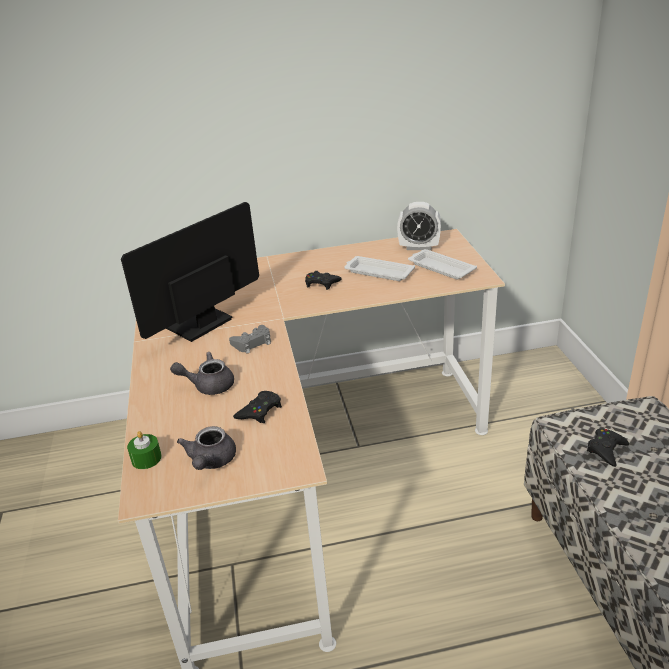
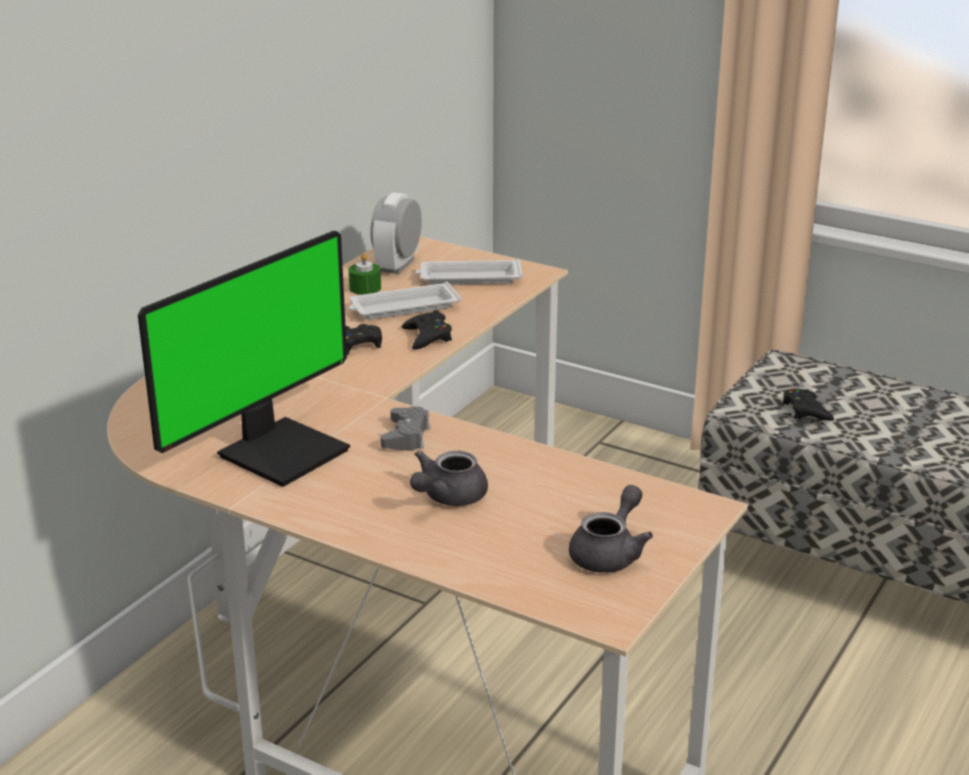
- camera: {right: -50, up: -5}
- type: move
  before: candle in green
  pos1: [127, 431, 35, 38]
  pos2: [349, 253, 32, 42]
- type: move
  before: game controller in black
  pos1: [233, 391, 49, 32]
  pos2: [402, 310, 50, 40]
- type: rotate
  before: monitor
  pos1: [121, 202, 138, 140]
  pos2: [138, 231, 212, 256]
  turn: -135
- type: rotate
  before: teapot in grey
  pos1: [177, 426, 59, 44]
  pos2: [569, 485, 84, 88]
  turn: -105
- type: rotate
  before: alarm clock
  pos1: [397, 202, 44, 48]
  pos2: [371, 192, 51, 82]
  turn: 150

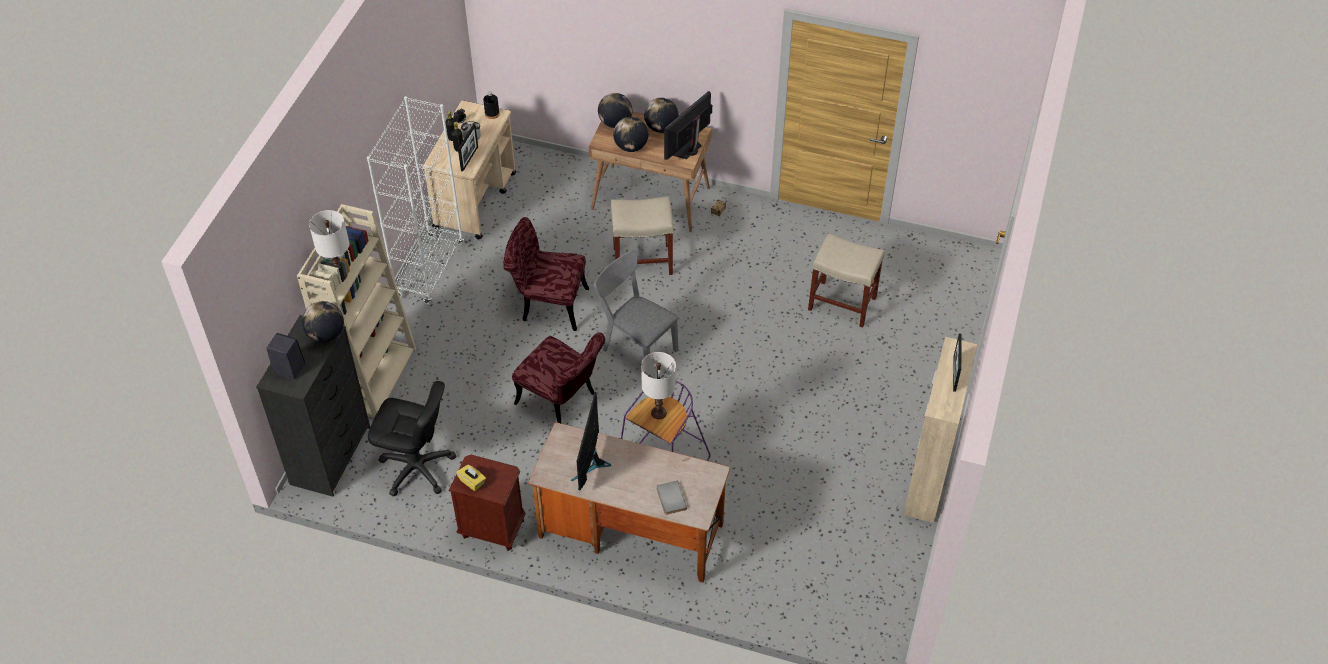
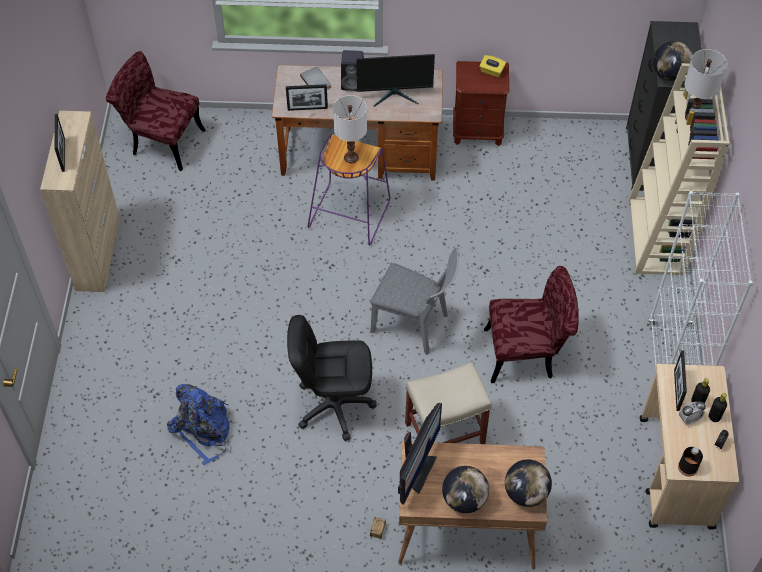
- camera: {right: 165, up: 5}
- type: delete
  before: globe
  pos1: [613, 117, 35, 35]
- type: insert
  after: picture frame
  pos2: [286, 84, 42, 27]
- type: move
  before: speaker in black
  pos1: [266, 333, 39, 46]
  pos2: [341, 50, 23, 41]
- type: move
  before: office chair in black
  pos1: [368, 381, 88, 116]
  pos2: [287, 315, 90, 126]
- type: move
  before: chair in red
  pos1: [512, 332, 93, 92]
  pos2: [106, 51, 100, 120]
- type: replace
  before: stool in beige
  after: backpack in blue
  pos1: [808, 233, 77, 95]
  pos2: [167, 384, 62, 81]
- type: rotate
  before: monitor
  pos1: [570, 392, 41, 98]
  pos2: [356, 54, 79, 53]
  turn: 90

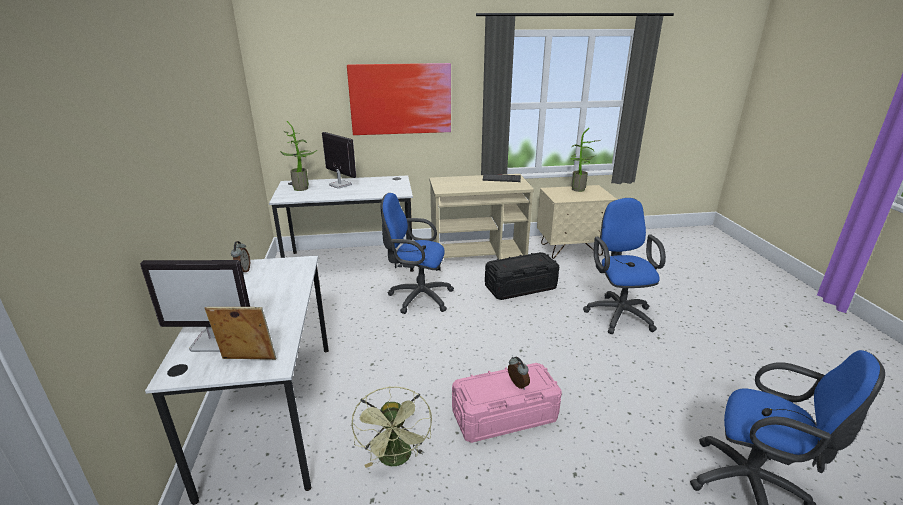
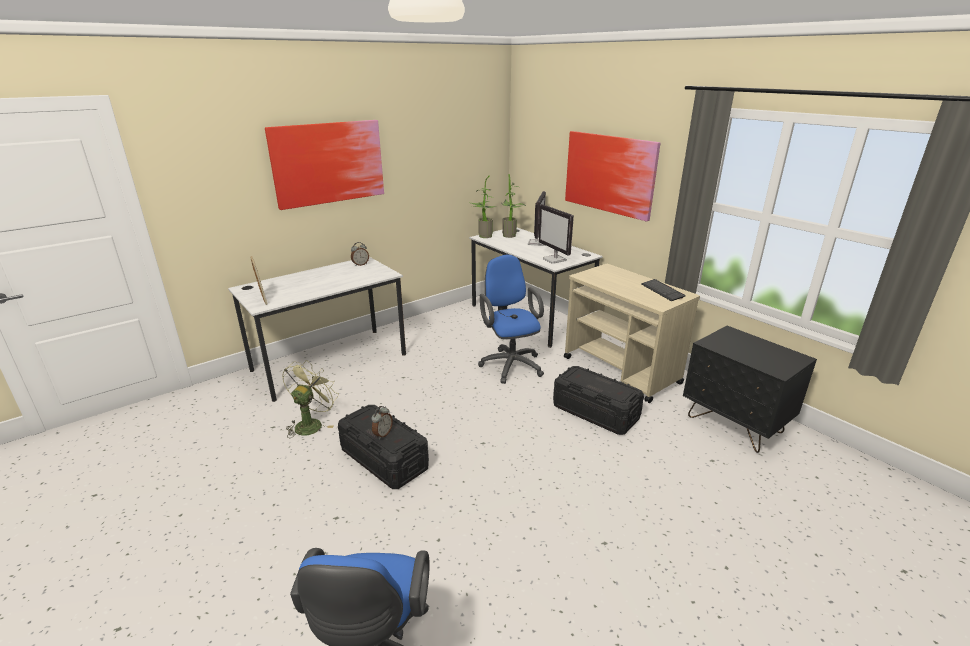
- camera: {right: 60, up: 0}
- type: delete
  before: office chair in blue
  pos1: [583, 198, 83, 136]
- type: insert
  after: picture
  pos2: [265, 120, 119, 90]
- type: move
  before: monitor
  pos1: [140, 260, 110, 92]
  pos2: [539, 204, 35, 60]
- type: move
  before: potted plant
  pos1: [571, 128, 30, 64]
  pos2: [468, 176, 29, 62]
- type: recolor
  before: storage box in pink
  after: storage box in black
  pos1: [452, 363, 110, 80]
  pos2: [338, 405, 91, 84]
- type: recolor
  before: nightstand in beige
  after: nightstand in black
  pos1: [537, 185, 81, 74]
  pos2: [683, 326, 134, 127]
- type: rotate
  before: fan in green
  pos1: [351, 387, 81, 81]
  pos2: [282, 360, 57, 78]
  turn: 150

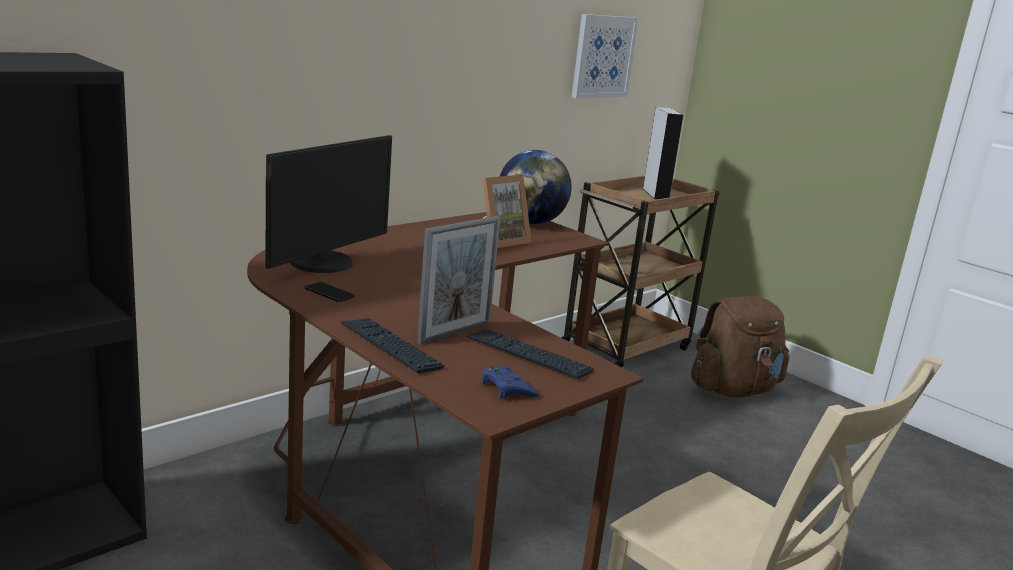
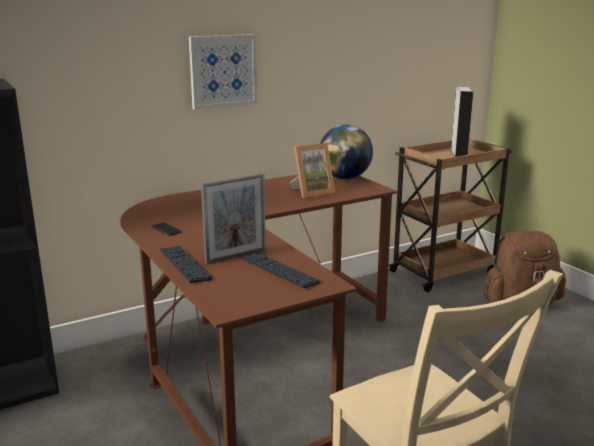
- camera: {right: 15, up: 0}
- type: delete
  before: monitor
  pos1: [265, 135, 127, 138]
- type: delete
  before: game controller in blue
  pos1: [481, 366, 58, 33]
- type: move
  before: picture
  pos1: [572, 14, 67, 84]
  pos2: [189, 34, 68, 76]

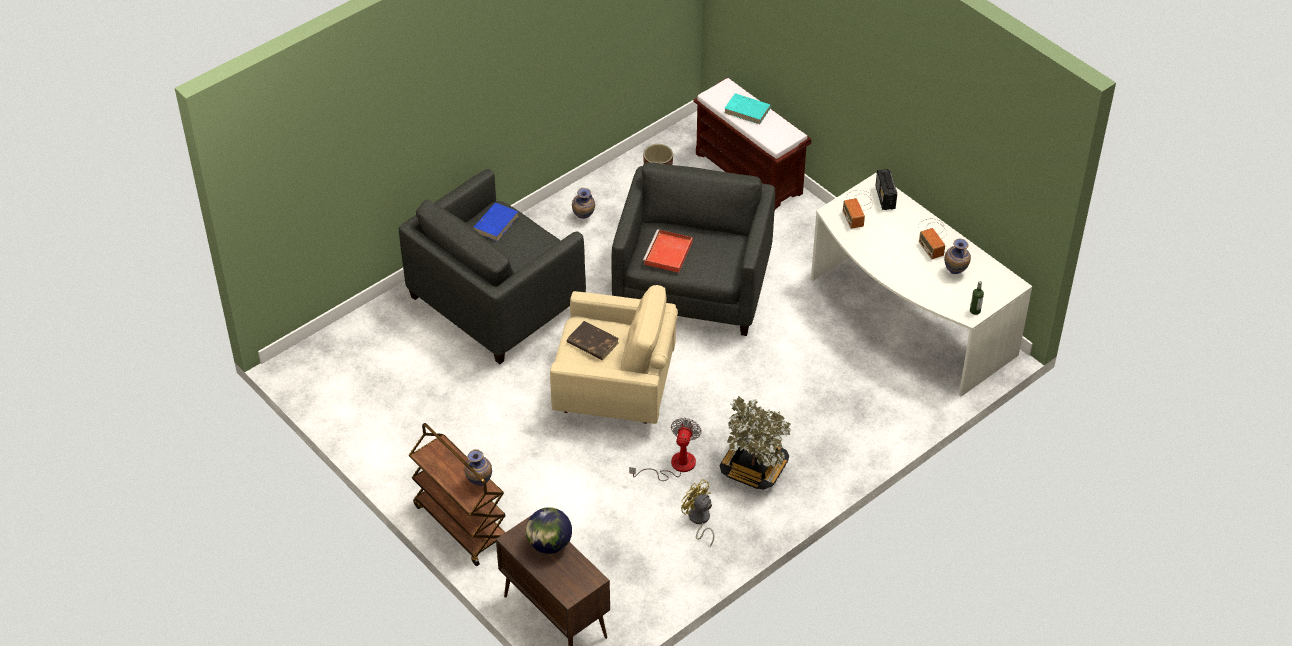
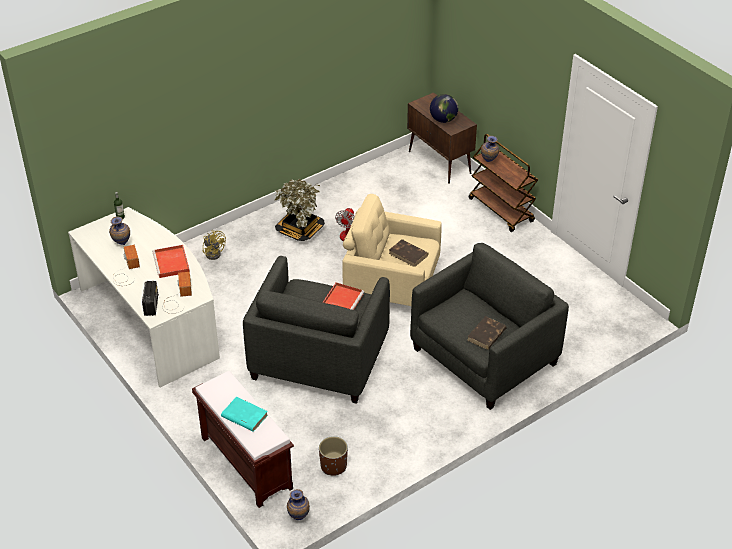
- camera: {right: -175, up: -5}
- type: insert
  after: tray in red
  pos2: [152, 245, 38, 33]
- type: move
  before: vase
  pos1: [572, 188, 23, 31]
  pos2: [287, 489, 23, 31]
- type: move
  before: fan in yellow
  pos1: [681, 479, 33, 68]
  pos2: [202, 230, 24, 30]
- type: recolor
  before: book in blue
  after: book in brown
  pos1: [473, 203, 45, 38]
  pos2: [467, 316, 40, 34]

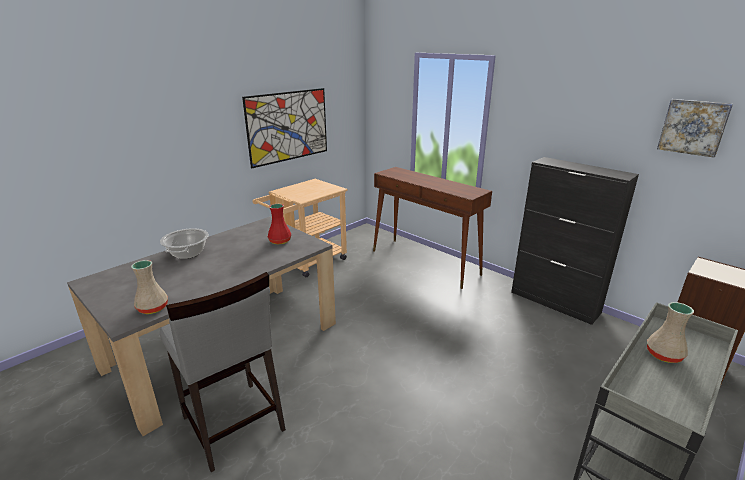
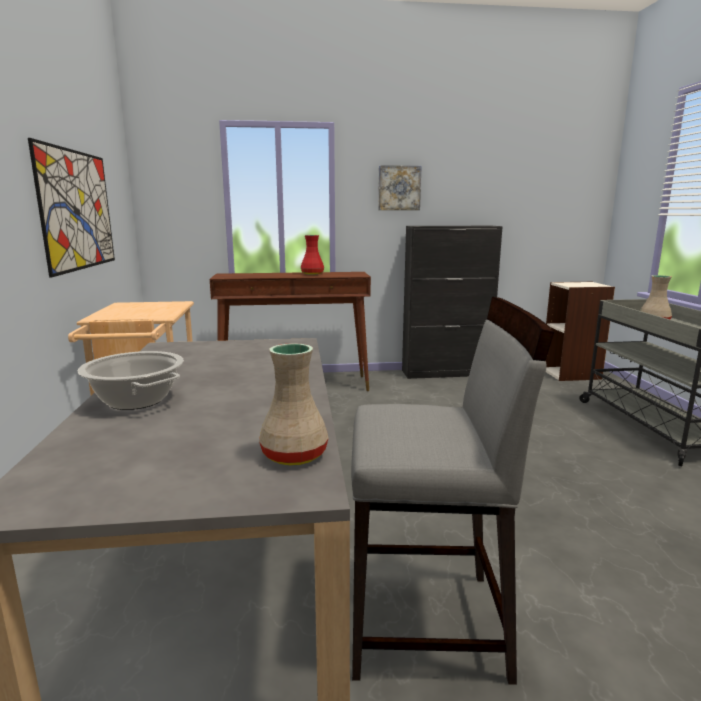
- camera: {right: -50, up: -10}
- type: move
  before: vase in red
  pos1: [268, 204, 23, 41]
  pos2: [301, 235, 23, 40]
- type: move
  before: picture
  pos1: [657, 99, 76, 59]
  pos2: [378, 165, 44, 45]

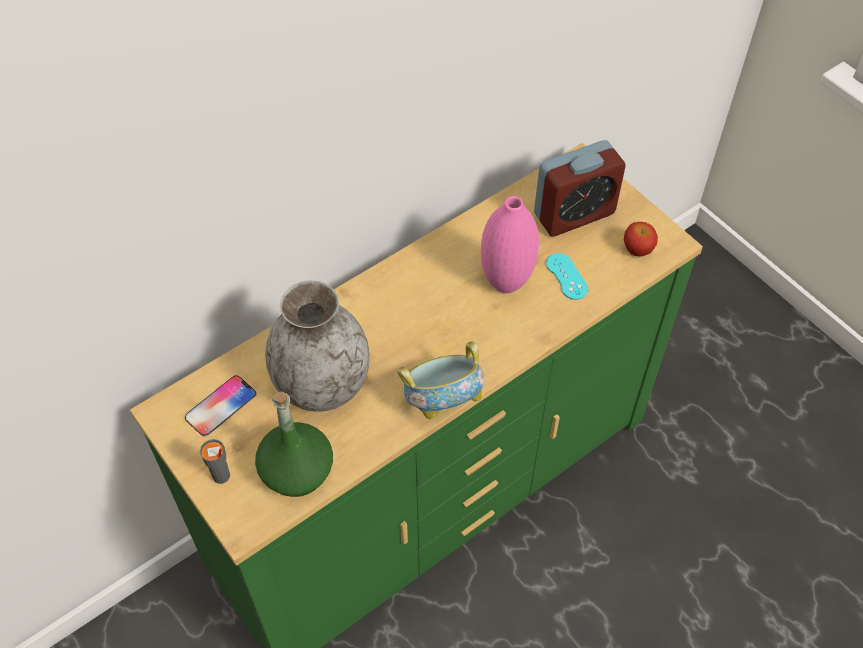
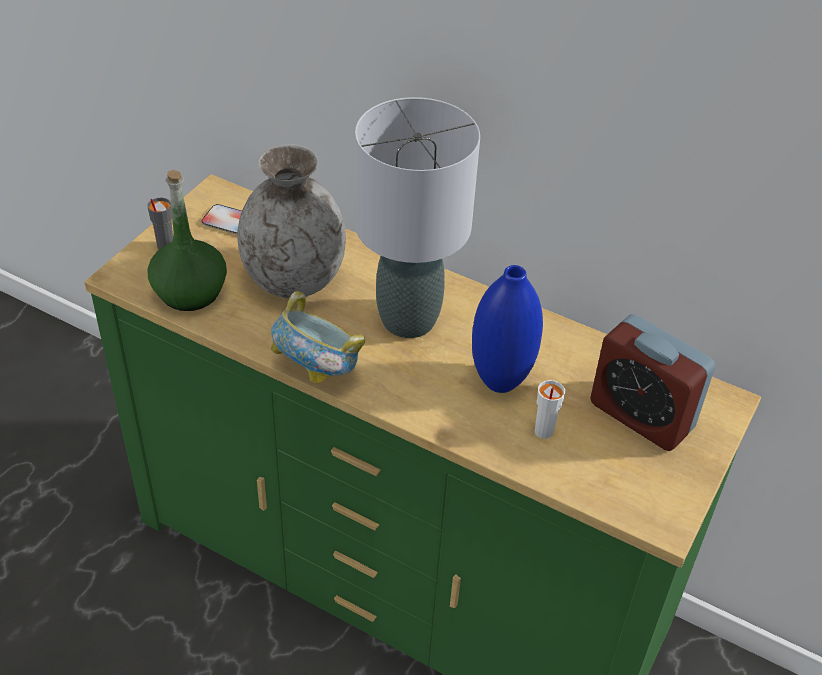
- camera: {right: 65, up: -10}
- type: delete
  before: apple
  pos1: [624, 222, 34, 35]
- type: insert
  after: table lamp in grey
  pos2: [355, 97, 125, 241]
- type: replace
  before: game controller in turquoise
  after: cup in white
  pos1: [546, 253, 42, 47]
  pos2: [535, 380, 30, 59]
- type: recolor
  before: vase in pink
  after: vase in blue
  pos1: [481, 196, 58, 97]
  pos2: [472, 265, 71, 128]

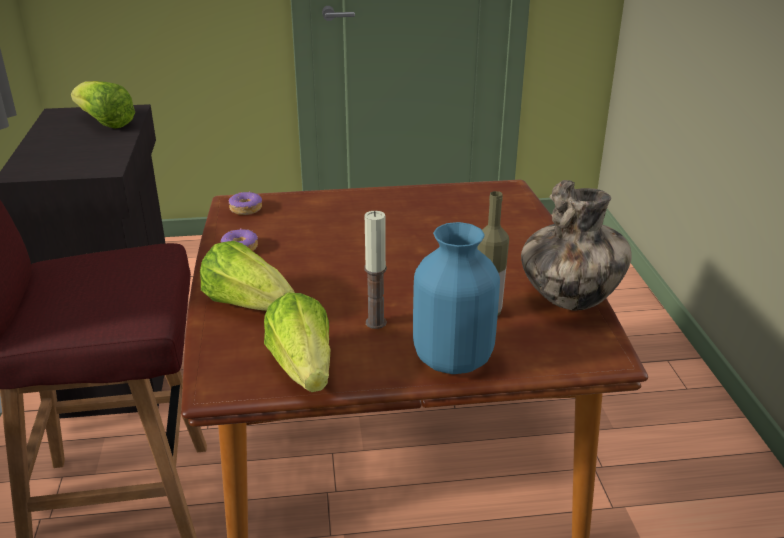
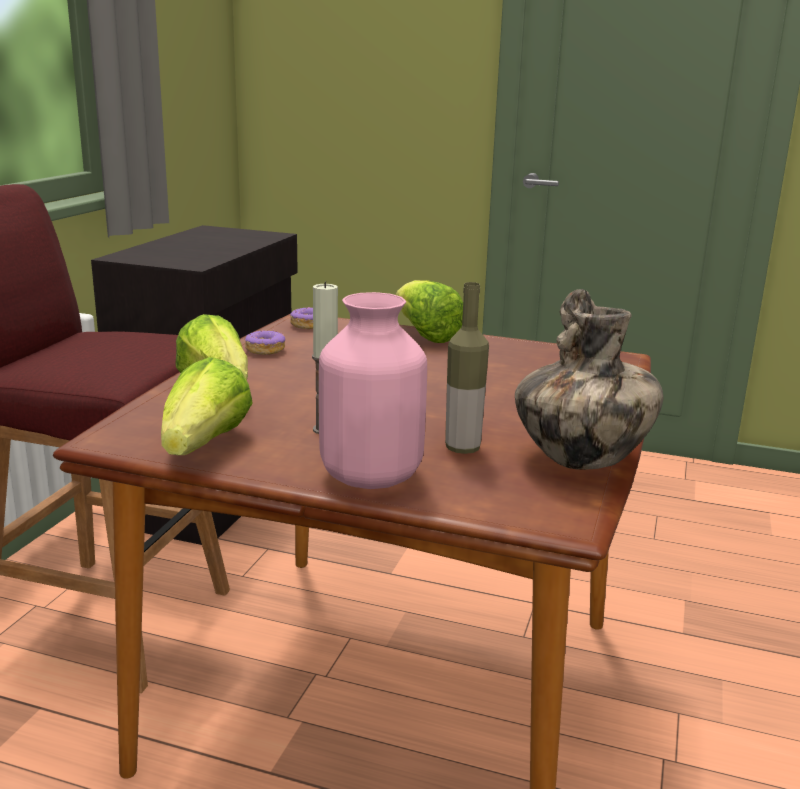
- camera: {right: 25, up: -10}
- type: move
  before: lettuce
  pos1: [71, 81, 64, 48]
  pos2: [395, 280, 68, 63]
- type: recolor
  before: vase in blue
  after: vase in pink
  pos1: [413, 222, 87, 152]
  pos2: [319, 292, 108, 197]

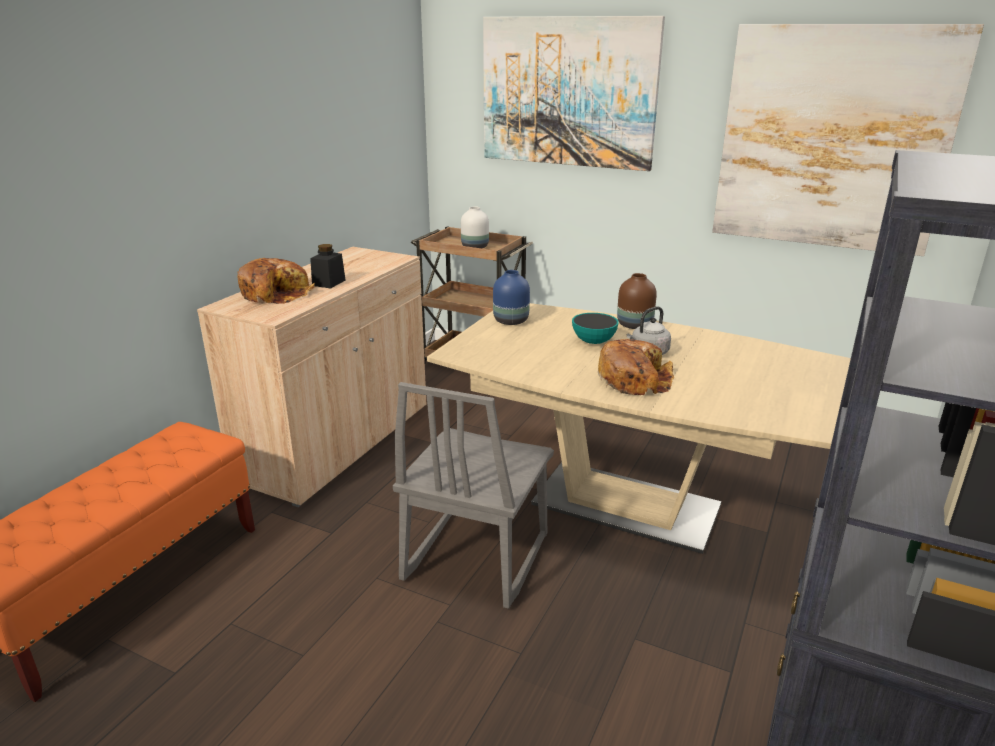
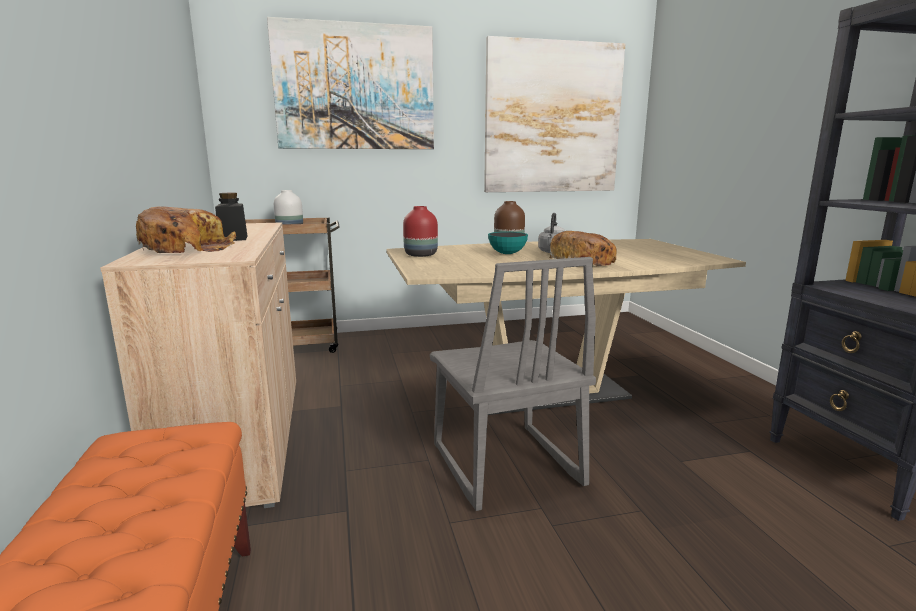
- camera: {right: -40, up: -10}
- type: recolor
  before: vase in blue
  after: vase in red
  pos1: [493, 270, 37, 55]
  pos2: [403, 206, 35, 51]

